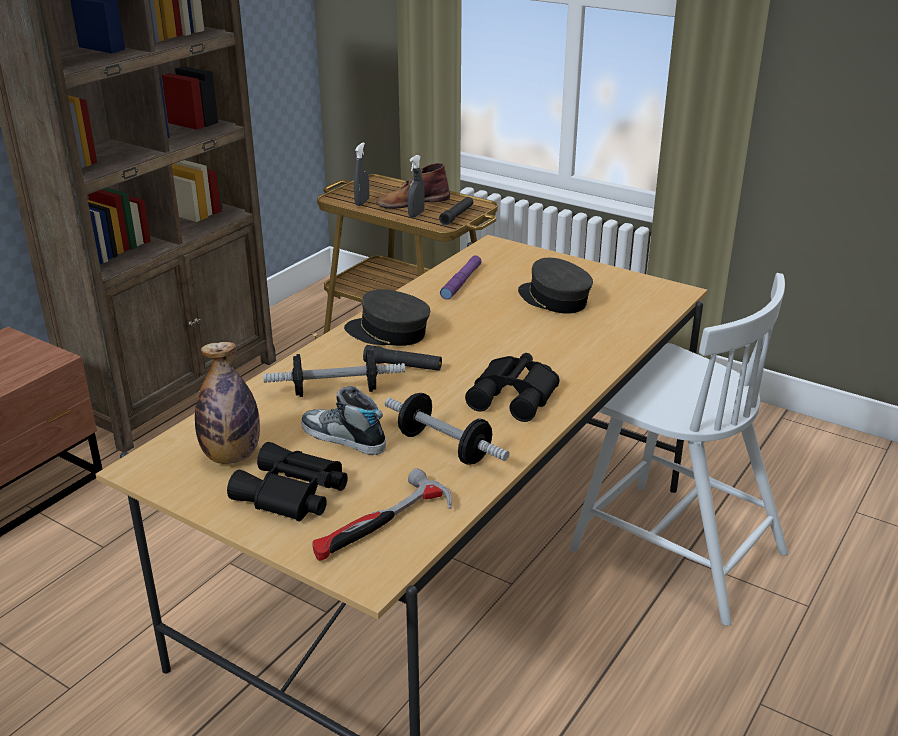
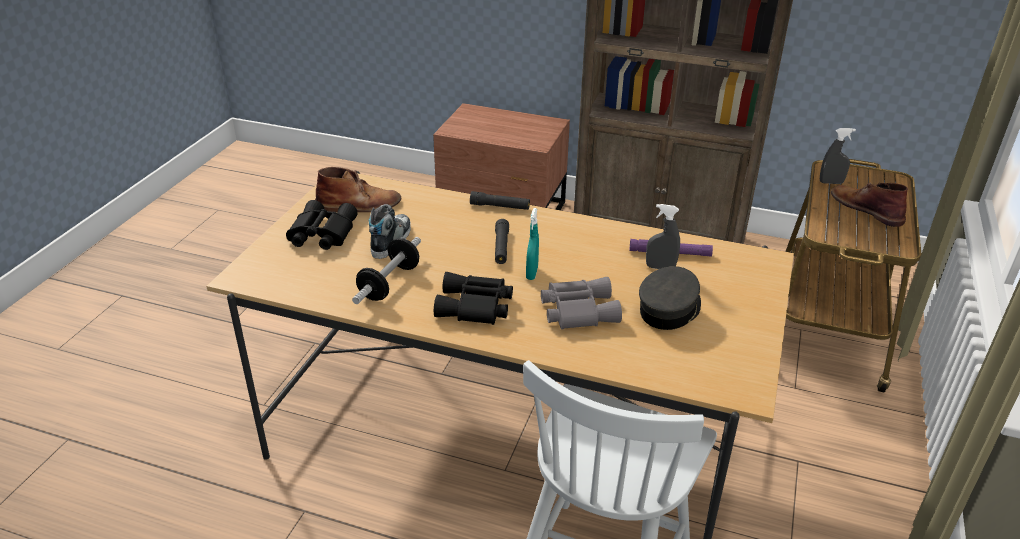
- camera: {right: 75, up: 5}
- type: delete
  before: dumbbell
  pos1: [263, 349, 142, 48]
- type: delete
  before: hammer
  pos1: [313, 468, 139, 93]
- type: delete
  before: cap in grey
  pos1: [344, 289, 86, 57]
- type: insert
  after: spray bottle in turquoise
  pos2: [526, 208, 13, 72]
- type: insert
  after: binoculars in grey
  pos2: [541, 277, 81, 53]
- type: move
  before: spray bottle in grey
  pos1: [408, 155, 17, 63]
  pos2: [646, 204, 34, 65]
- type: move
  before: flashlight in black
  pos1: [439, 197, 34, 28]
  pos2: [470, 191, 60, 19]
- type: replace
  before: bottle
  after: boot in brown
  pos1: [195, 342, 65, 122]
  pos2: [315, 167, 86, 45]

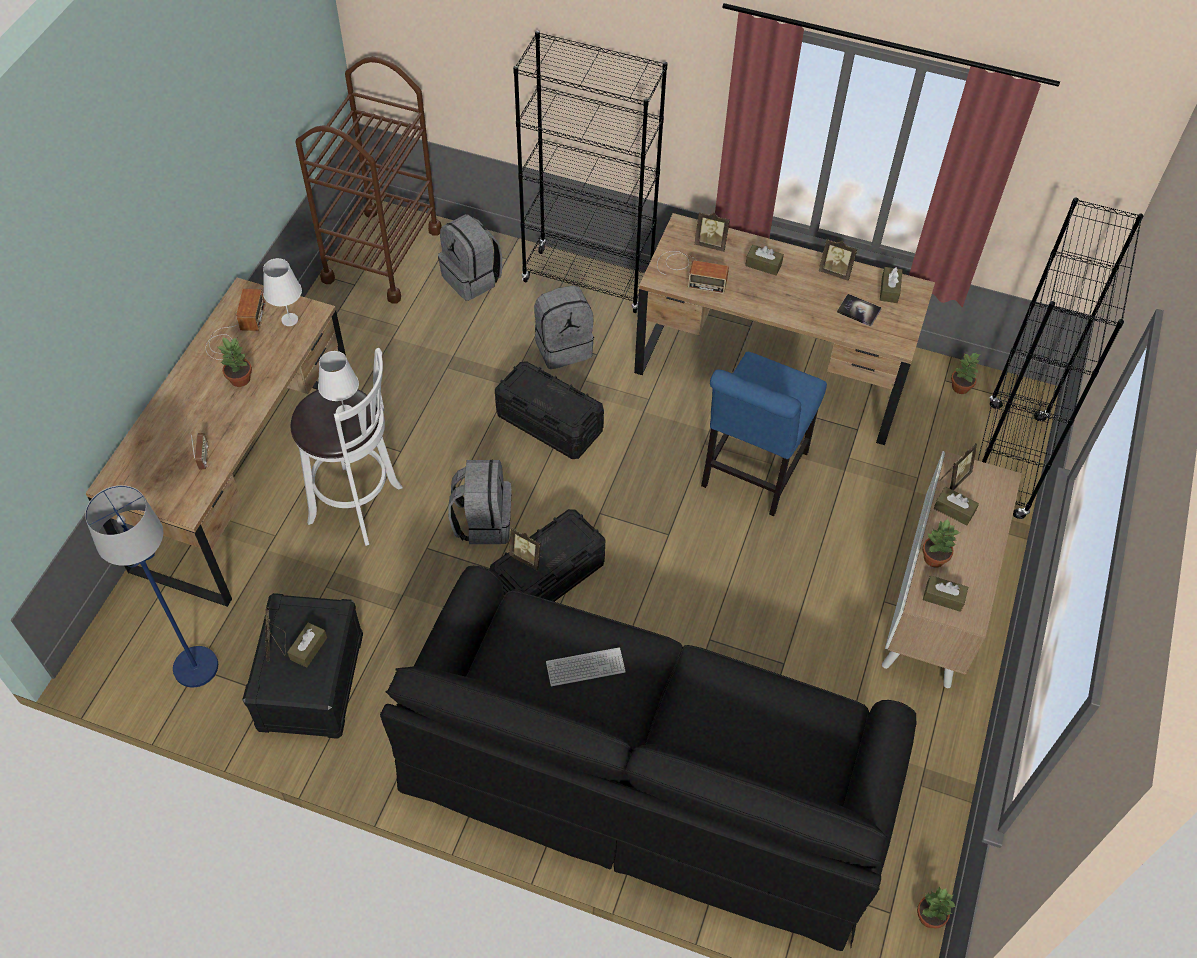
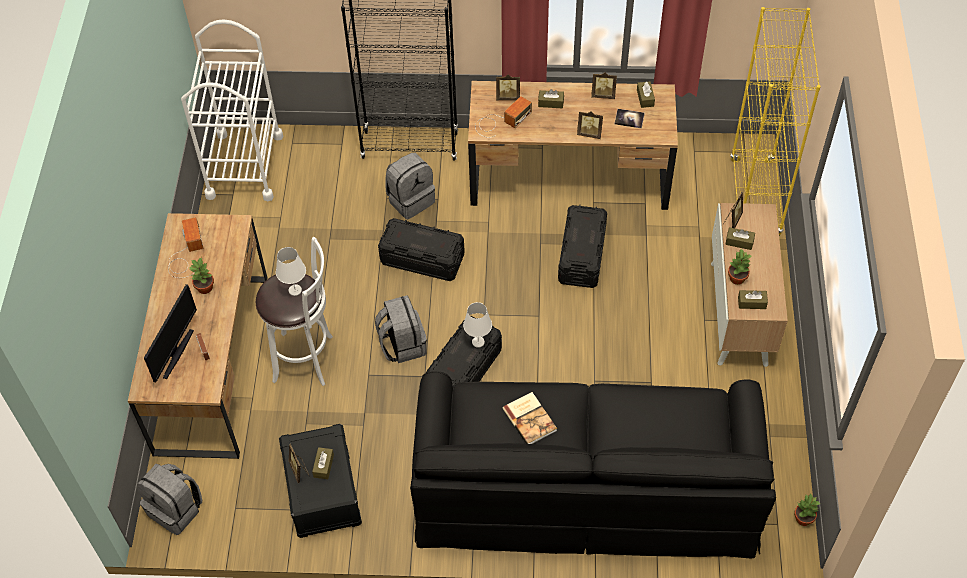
- camera: {right: -15, up: 0}
- type: delete
  before: floor lamp in blue
  pos1: [85, 485, 133, 202]
- type: delete
  before: potted plant
  pos1: [951, 353, 29, 41]
- type: insert
  after: monitor
  pos2: [144, 284, 53, 99]
- type: move
  before: table lamp in white
  pos1: [263, 258, 39, 68]
  pos2: [463, 302, 29, 46]
- type: move
  before: backpack in grey
  pos1: [438, 214, 64, 87]
  pos2: [137, 464, 65, 71]
- type: move
  before: picture frame
  pos1: [509, 527, 34, 43]
  pos2: [577, 111, 26, 28]
- type: replace
  before: keyboard
  after: book
  pos1: [546, 647, 80, 39]
  pos2: [503, 392, 54, 52]
- type: replace
  before: chair in blue
  after: storage box in black
  pos1: [701, 352, 126, 164]
  pos2: [558, 205, 49, 83]
- type: recolor
  before: cart in brown
  after: cart in white
  pos1: [295, 57, 147, 246]
  pos2: [181, 19, 102, 182]
- type: recolor
  before: bookcase in black
  after: bookcase in yellow
  pos1: [978, 197, 165, 322]
  pos2: [730, 7, 91, 229]
- type: rotate
  before: radio
  pos1: [657, 251, 72, 43]
  pos2: [475, 96, 57, 42]
  turn: -45

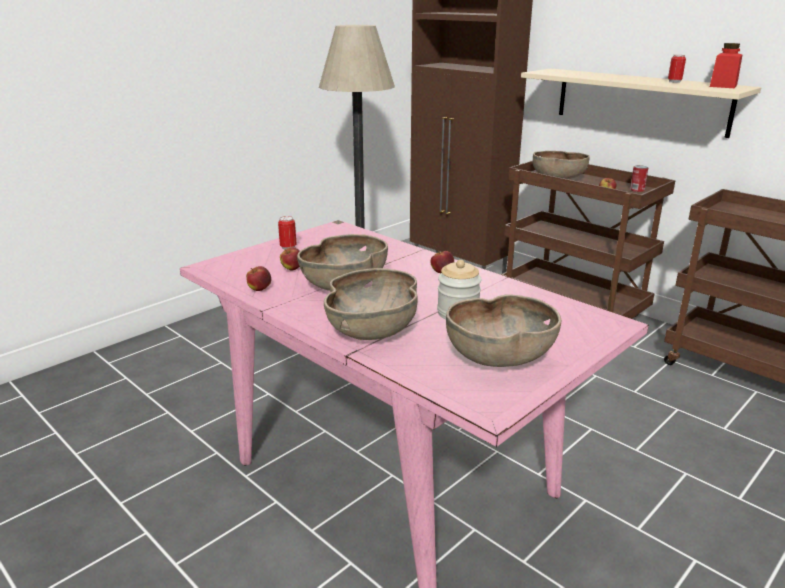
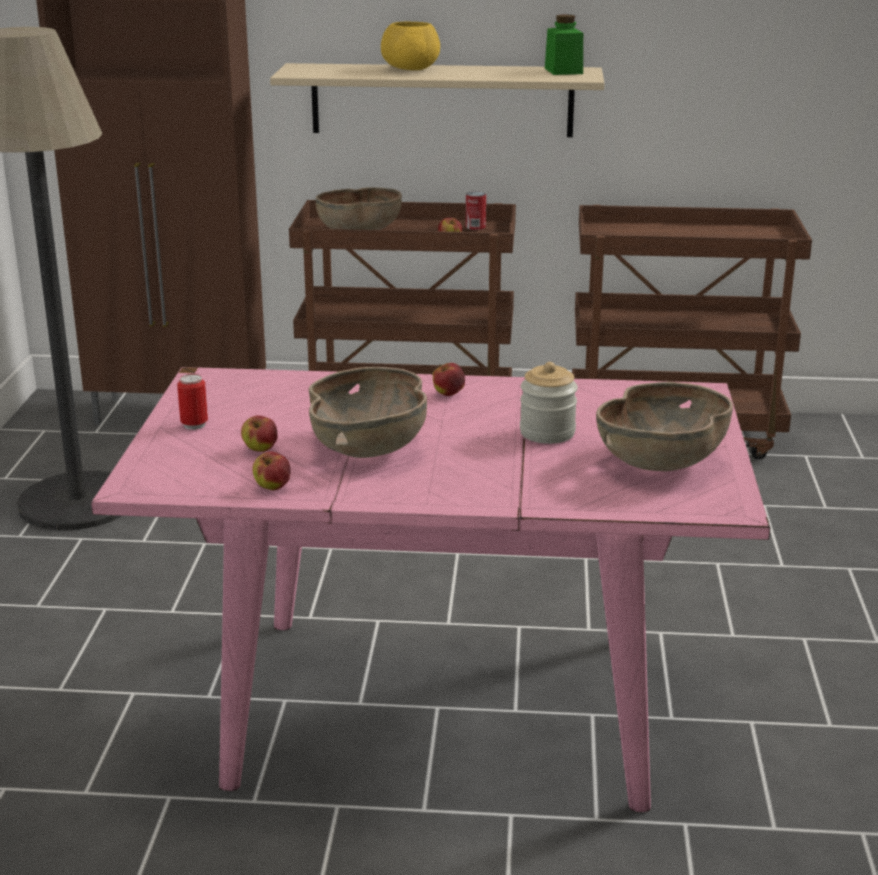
- camera: {right: -40, up: 0}
- type: delete
  before: bowl in brown
  pos1: [324, 268, 93, 72]
- type: delete
  before: can
  pos1: [668, 55, 18, 28]
- type: insert
  after: bowl in yellow
  pos2: [381, 22, 59, 48]
- type: recolor
  before: jar in red
  after: jar in green
  pos1: [710, 43, 33, 45]
  pos2: [545, 14, 38, 61]

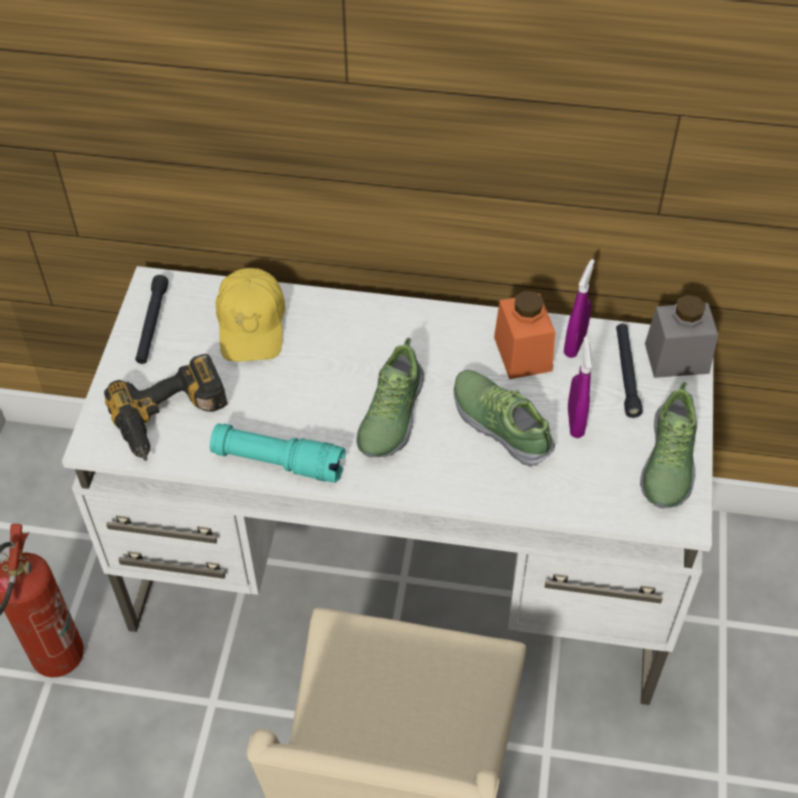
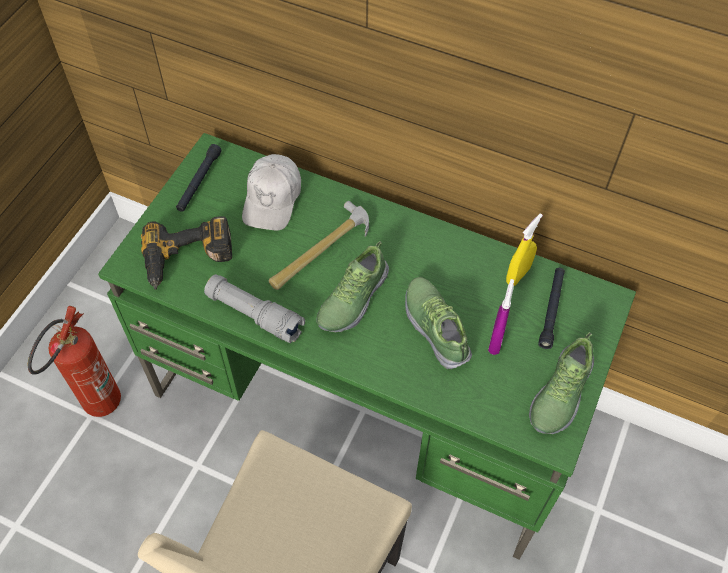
- camera: {right: 15, up: 5}
- type: delete
  before: jar in orange
  pos1: [494, 291, 61, 88]
- type: delete
  before: jar in grey
  pos1: [645, 295, 73, 83]
- type: insert
  after: hammer
  pos2: [269, 201, 100, 89]
- type: recolor
  before: desk in white
  after: desk in green
  pos1: [62, 266, 652, 439]
  pos2: [98, 133, 538, 426]
- type: recolor
  before: flashlight in turquoise
  after: flashlight in grey
  pos1: [210, 423, 136, 60]
  pos2: [204, 274, 101, 70]
- type: recolor
  before: cap in yellow
  after: cap in white
  pos1: [216, 268, 69, 93]
  pos2: [242, 154, 59, 77]
- type: recolor
  before: spray bottle in purple
  after: spray bottle in yellow
  pos1: [564, 259, 31, 99]
  pos2: [506, 213, 37, 73]

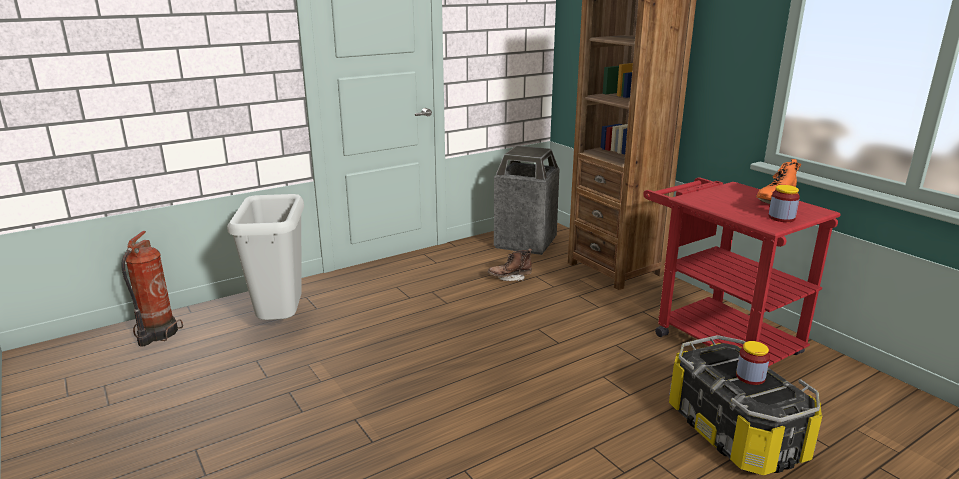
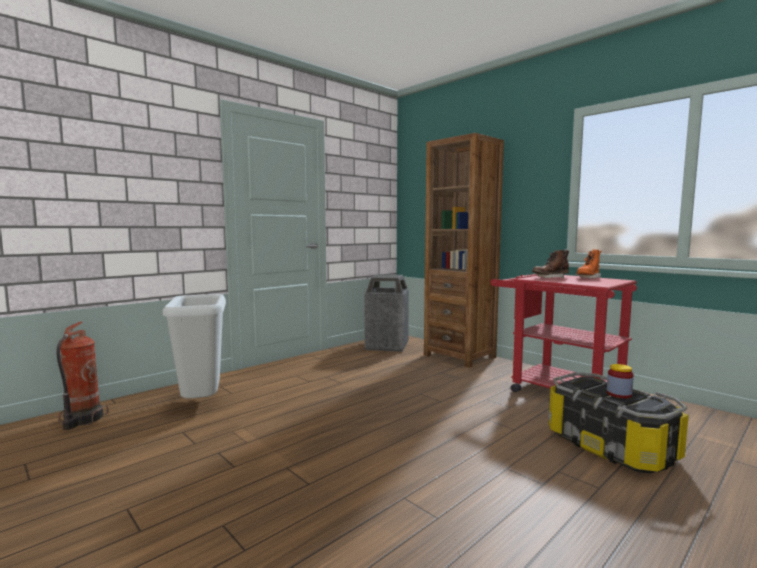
- camera: {right: -10, up: -15}
- type: delete
  before: jar
  pos1: [768, 185, 32, 37]
- type: move
  before: boot in brown
  pos1: [488, 248, 44, 33]
  pos2: [532, 250, 37, 28]

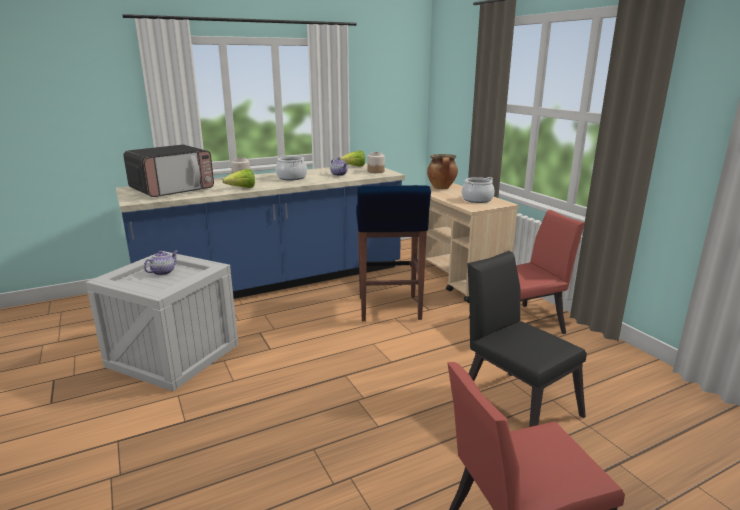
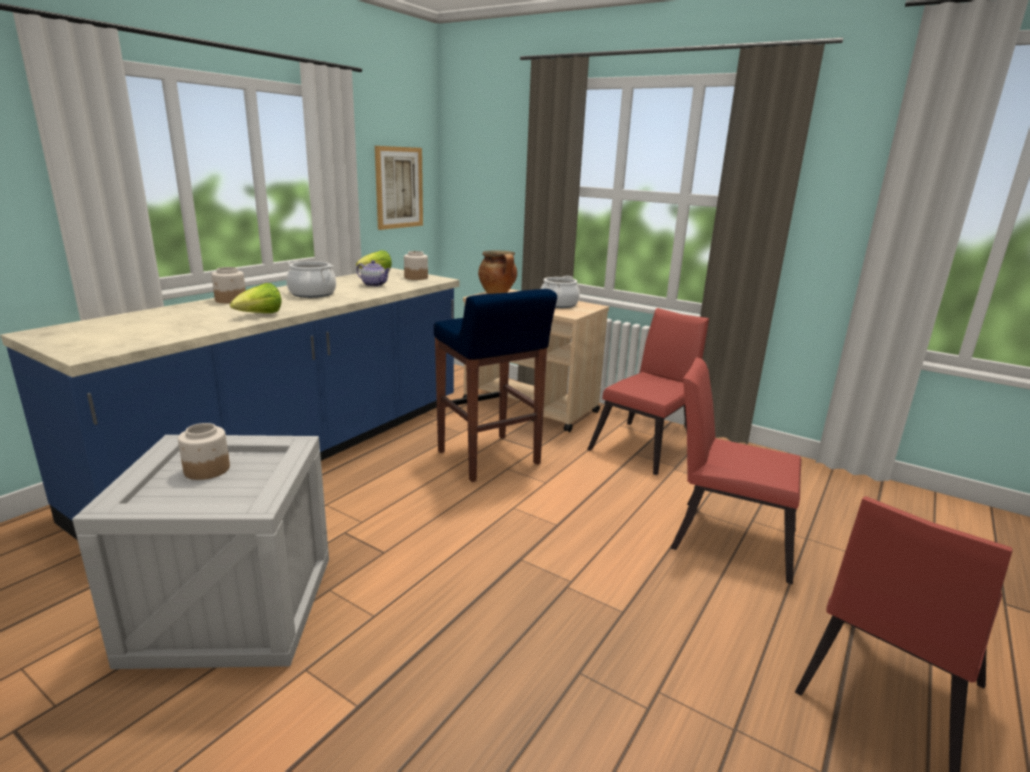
- camera: {right: -30, up: 0}
- type: delete
  before: microwave
  pos1: [123, 145, 91, 52]
- type: insert
  after: picture
  pos2: [375, 146, 48, 84]
- type: replace
  before: teapot
  after: jar
  pos1: [144, 250, 34, 25]
  pos2: [178, 423, 52, 57]
- type: recolor
  before: chair in black
  after: chair in red
  pos1: [467, 251, 120, 176]
  pos2: [671, 357, 130, 227]

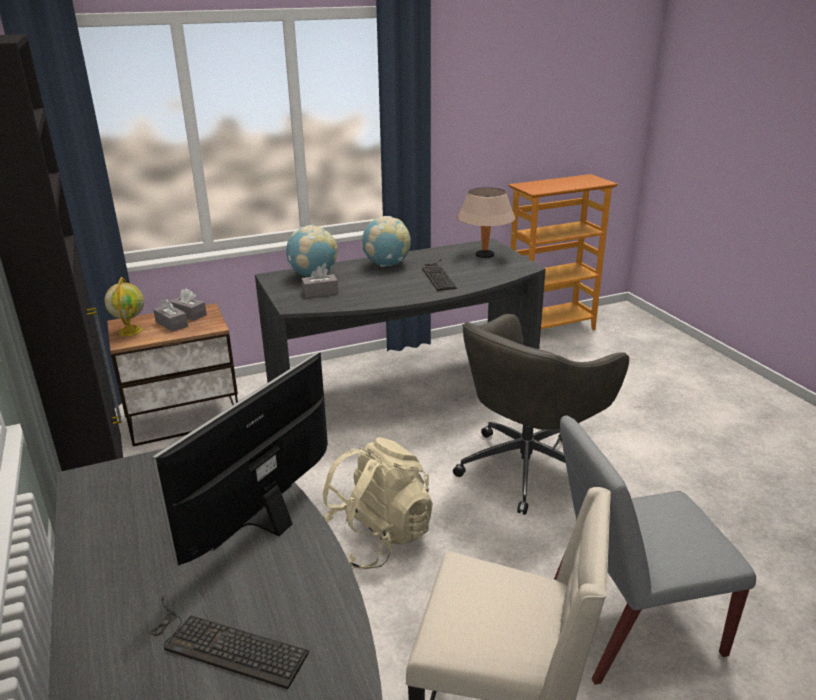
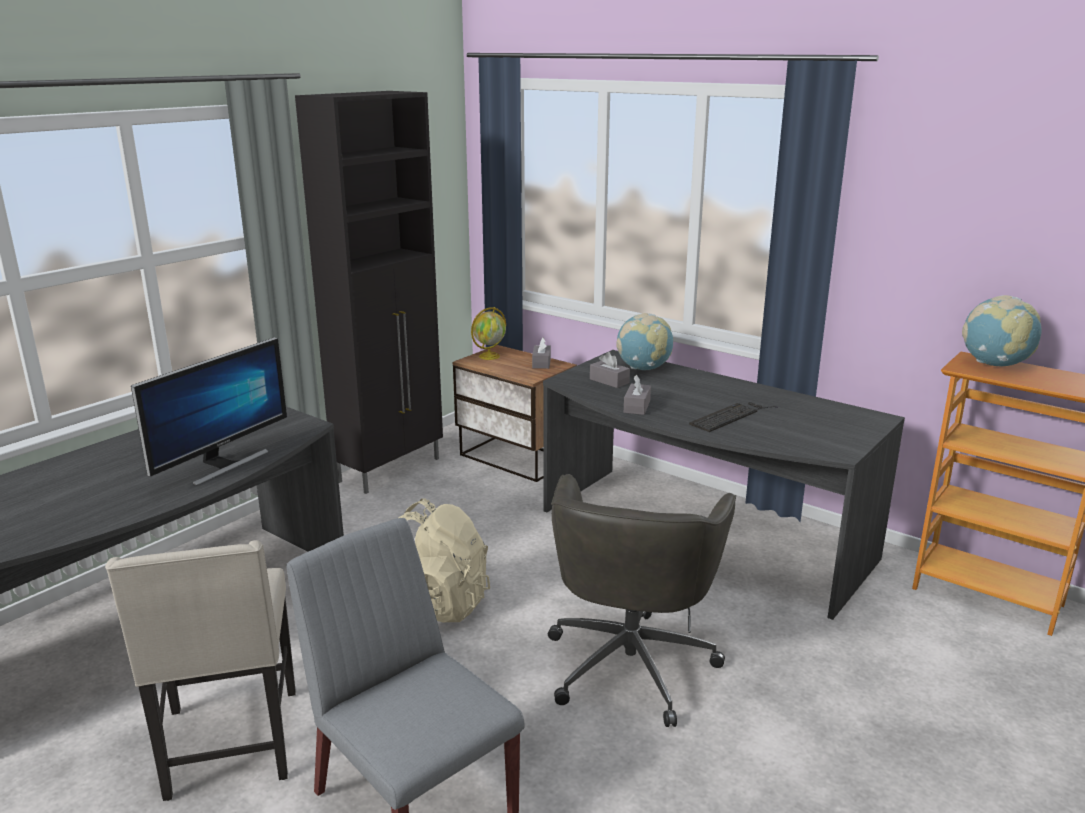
- camera: {right: 60, up: -5}
- type: delete
  before: keyboard
  pos1: [150, 596, 159, 93]
- type: delete
  before: table lamp in beige
  pos1: [457, 187, 58, 71]
- type: move
  before: tissue box in grey
  pos1: [153, 298, 35, 34]
  pos2: [624, 375, 27, 40]
- type: move
  before: globe
  pos1: [361, 216, 50, 51]
  pos2: [962, 295, 80, 71]
- type: rotate
  before: monitor
  pos1: [152, 352, 176, 214]
  pos2: [131, 337, 156, 149]
  turn: 120
- type: rotate
  before: office chair in grey
  pos1: [453, 314, 176, 201]
  pos2: [548, 474, 188, 253]
  turn: -90

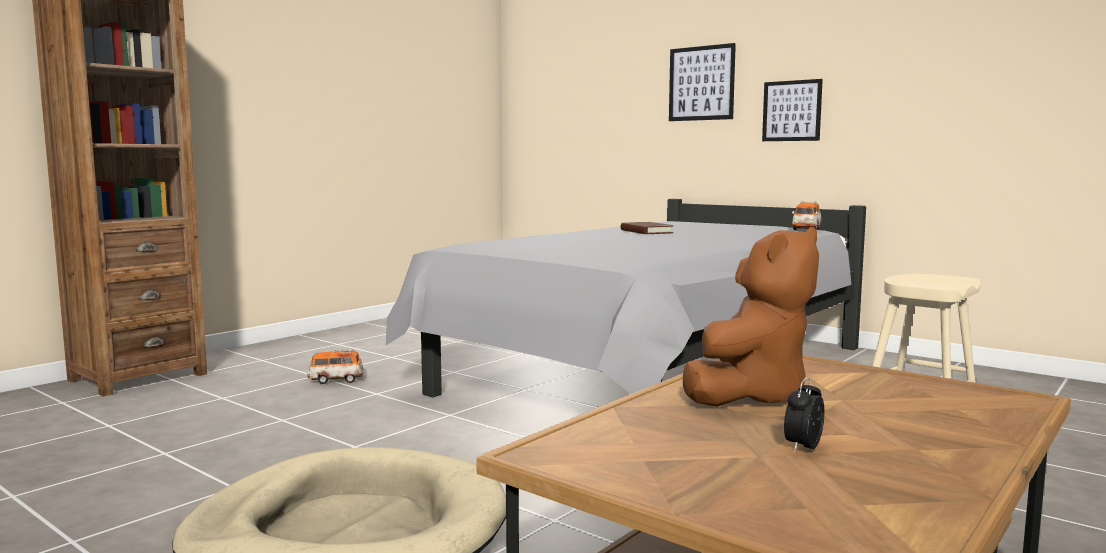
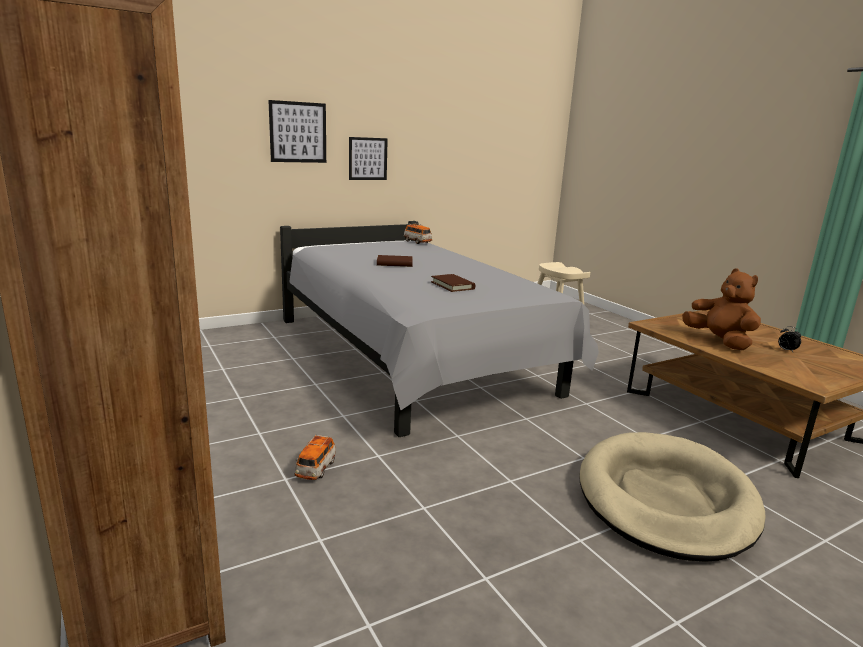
- camera: {right: -70, up: 10}
- type: insert
  after: book in brown
  pos2: [431, 274, 44, 18]

